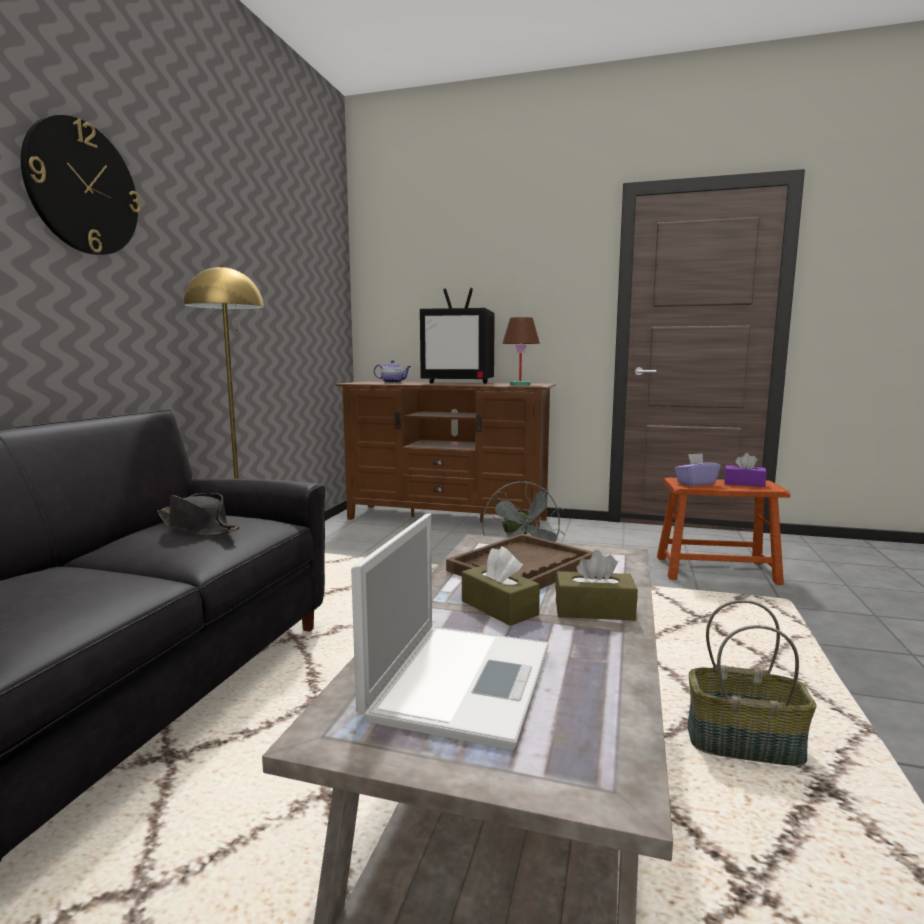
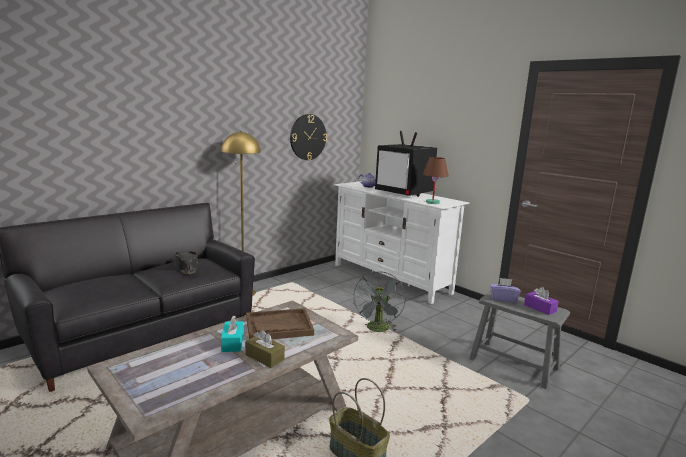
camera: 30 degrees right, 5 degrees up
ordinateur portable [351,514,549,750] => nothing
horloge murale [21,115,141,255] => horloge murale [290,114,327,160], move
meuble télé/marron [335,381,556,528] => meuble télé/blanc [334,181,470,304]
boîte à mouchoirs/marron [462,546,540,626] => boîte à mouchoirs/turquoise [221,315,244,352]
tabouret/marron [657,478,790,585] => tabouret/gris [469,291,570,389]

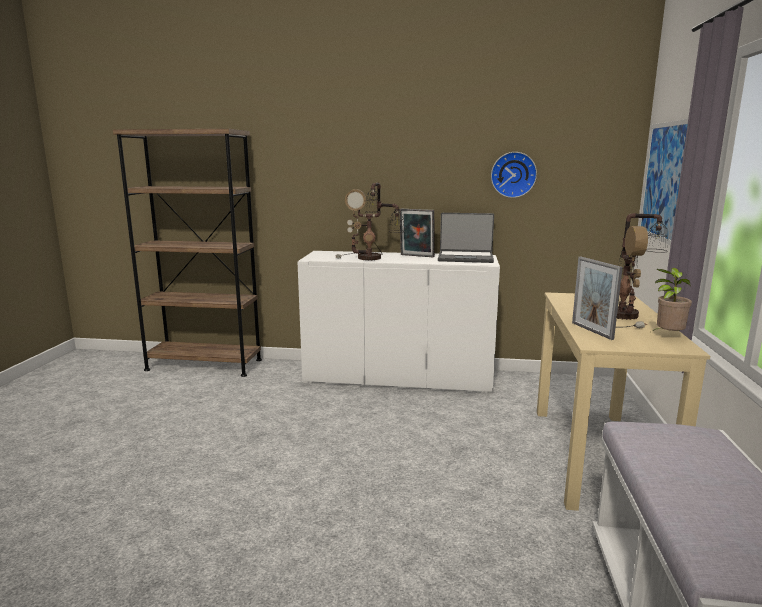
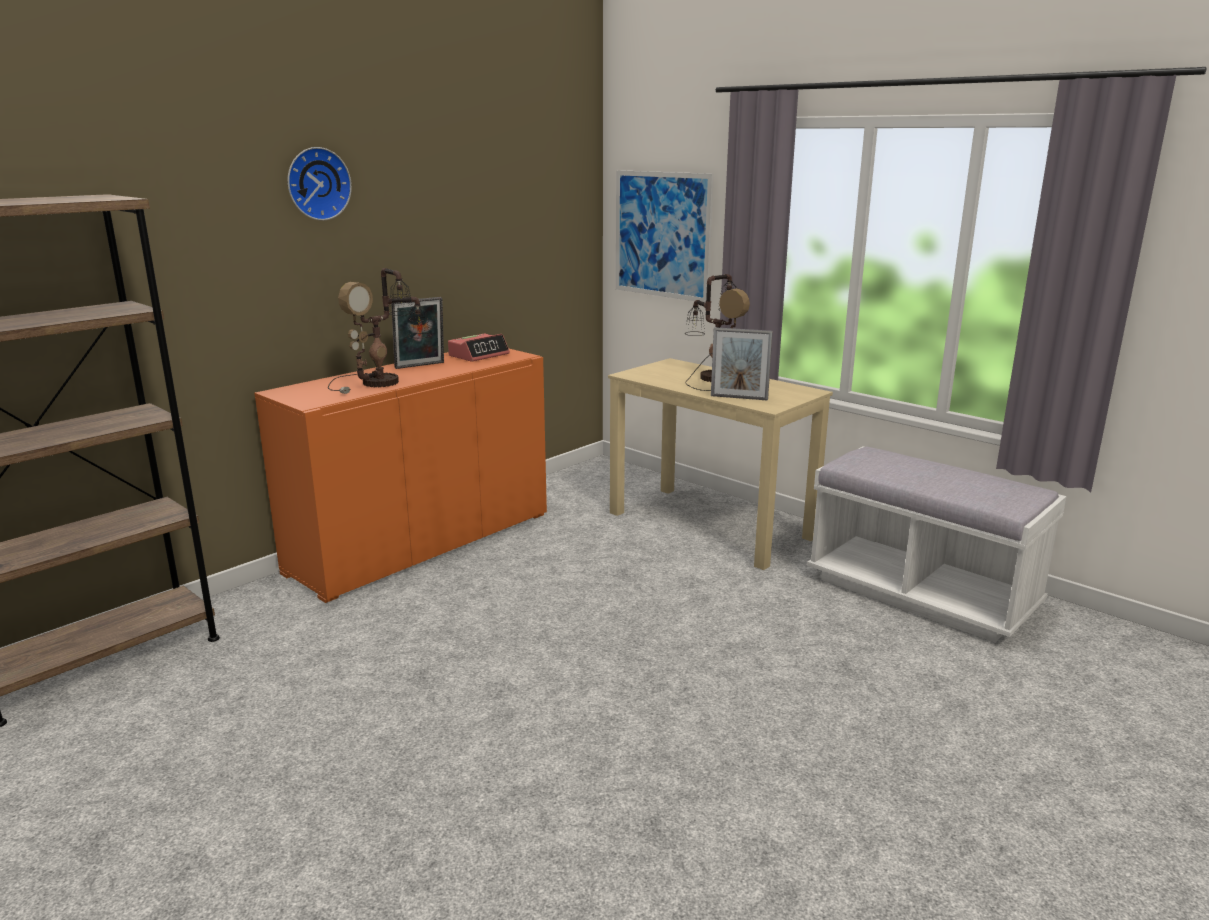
camera: 55 degrees left, 5 degrees up
plante en pot [652,268,692,331] => nothing
horloge murale [491,152,537,198] => horloge murale [287,147,352,221], move
ordinateur portable [438,213,494,263] => réveil [448,333,510,362]
meuble de rangement/blanc [297,251,500,394] => meuble de rangement/orange [254,349,547,603]

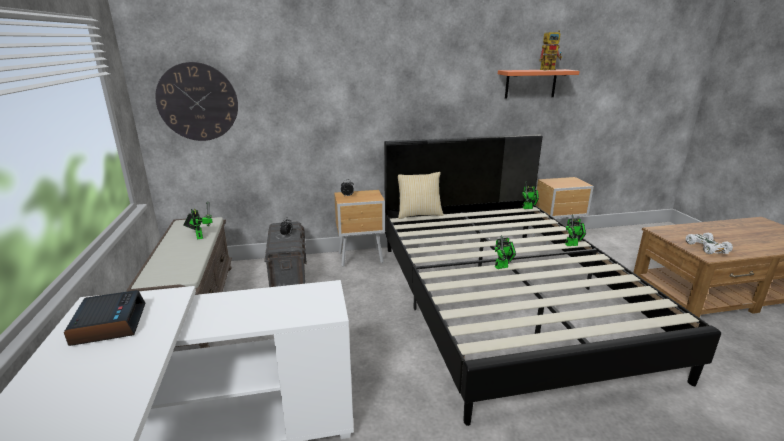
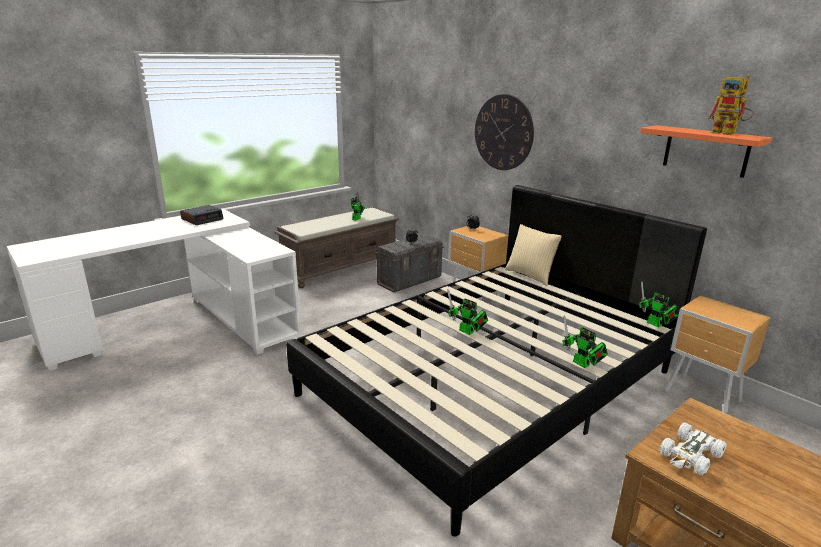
camera: 60 degrees right, 0 degrees up
horloge murale [155,62,238,141] => horloge murale [475,94,534,170], move

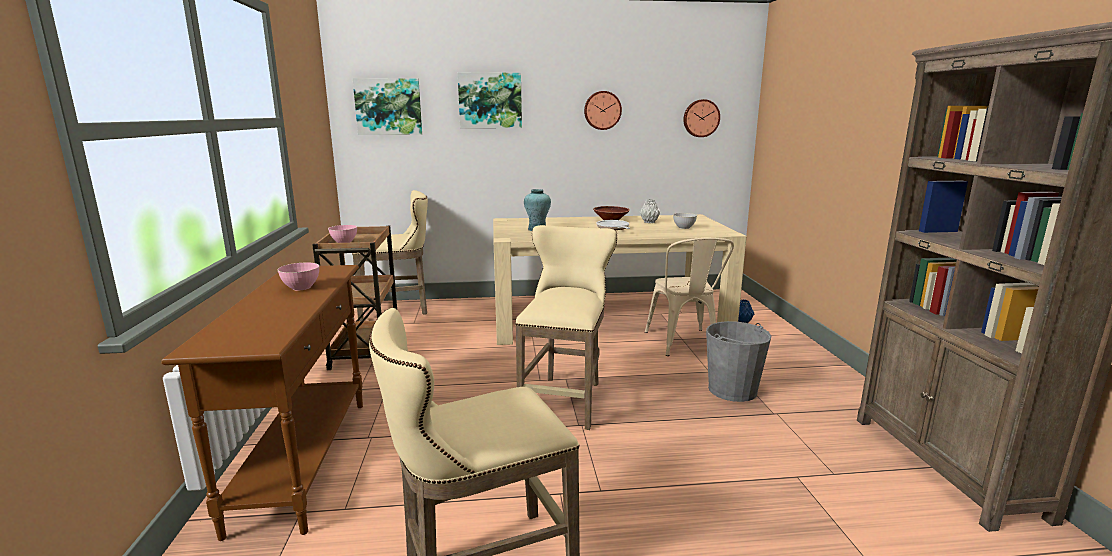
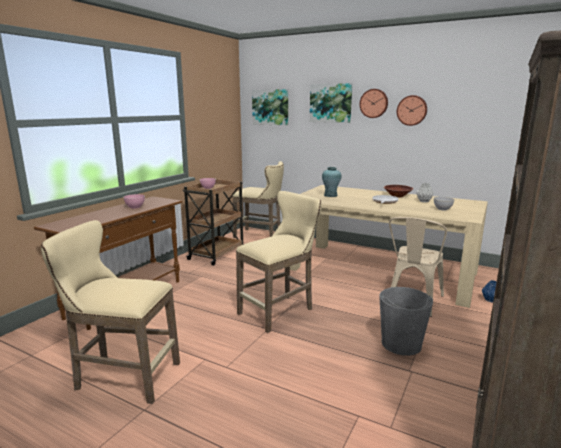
camera: 35 degrees right, 0 degrees up
horloge murale [683,99,720,137] => horloge murale [360,89,388,118], move

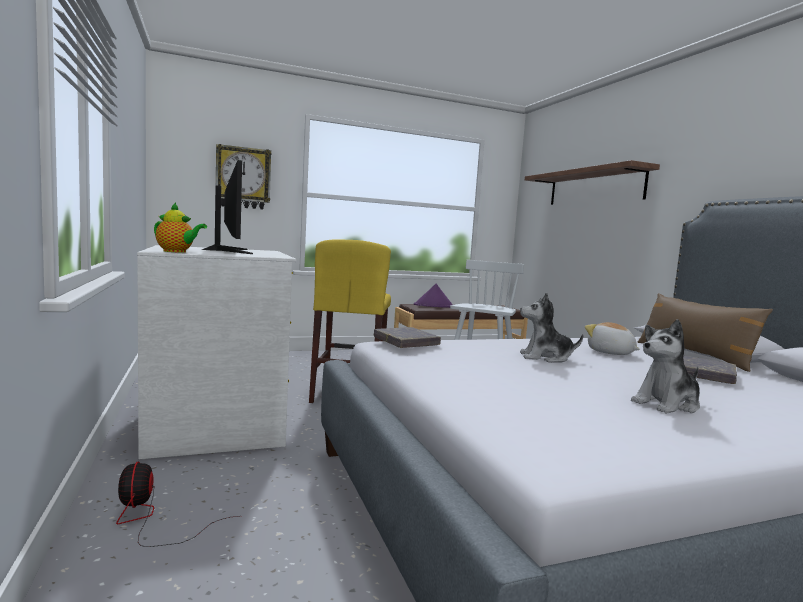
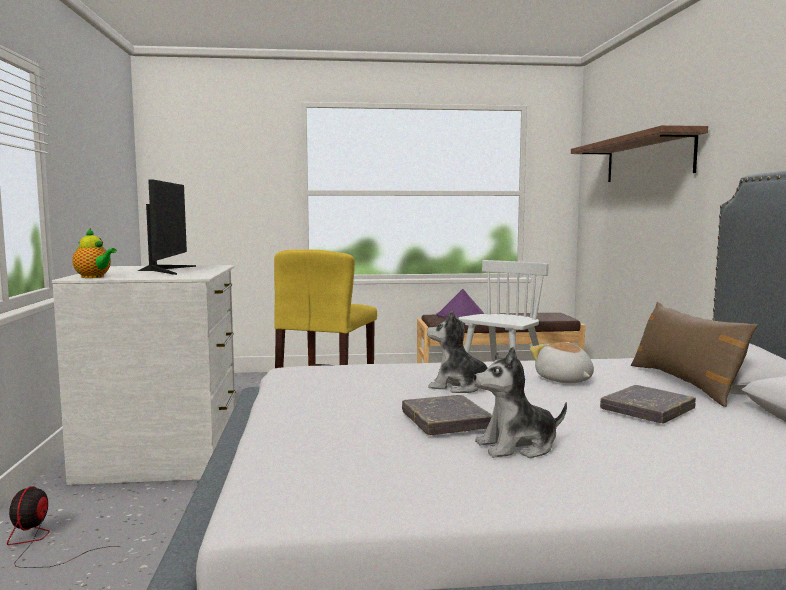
camera: 15 degrees right, 0 degrees up
horloge murale [216,144,272,209] => nothing
livre/gris [374,327,441,348] => livre/gris [402,395,492,435], move

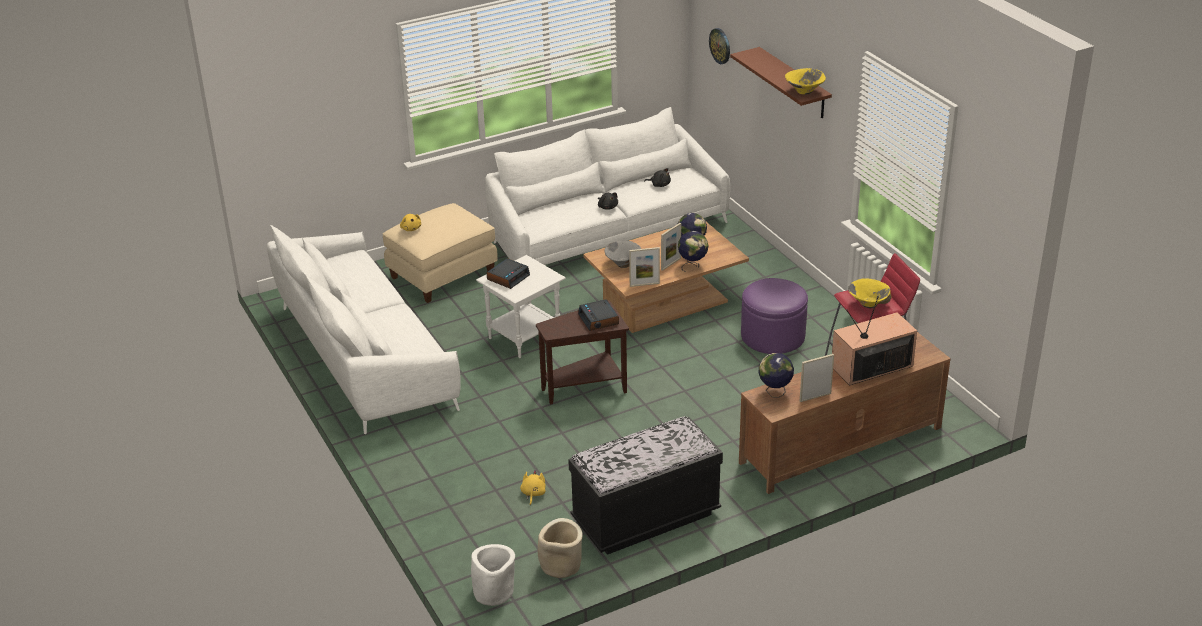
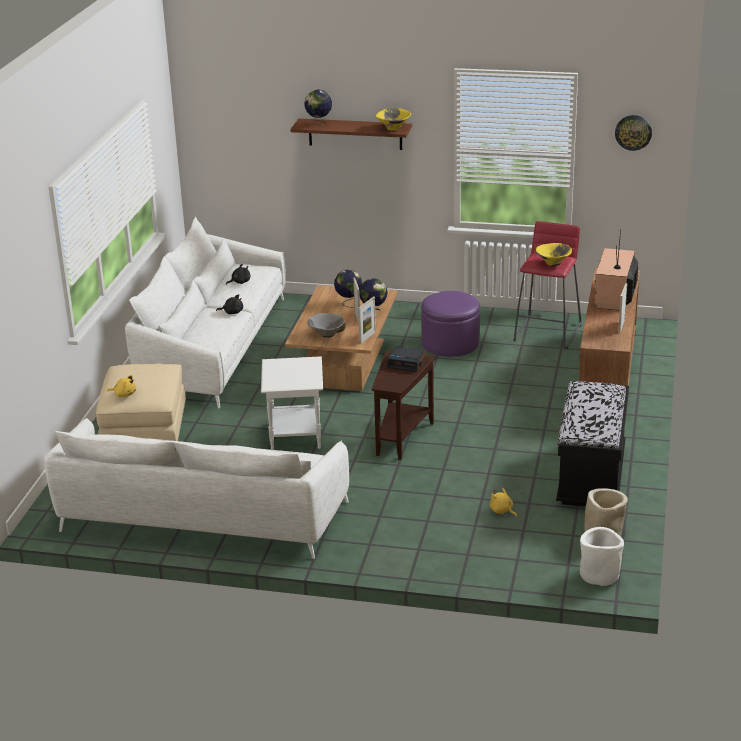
camera: 50 degrees left, 5 degrees down
réveil [487,258,530,289] => nothing
horloge murale [709,28,730,64] => horloge murale [615,115,652,151], move
globe [758,353,794,397] => globe [304,90,332,126], move

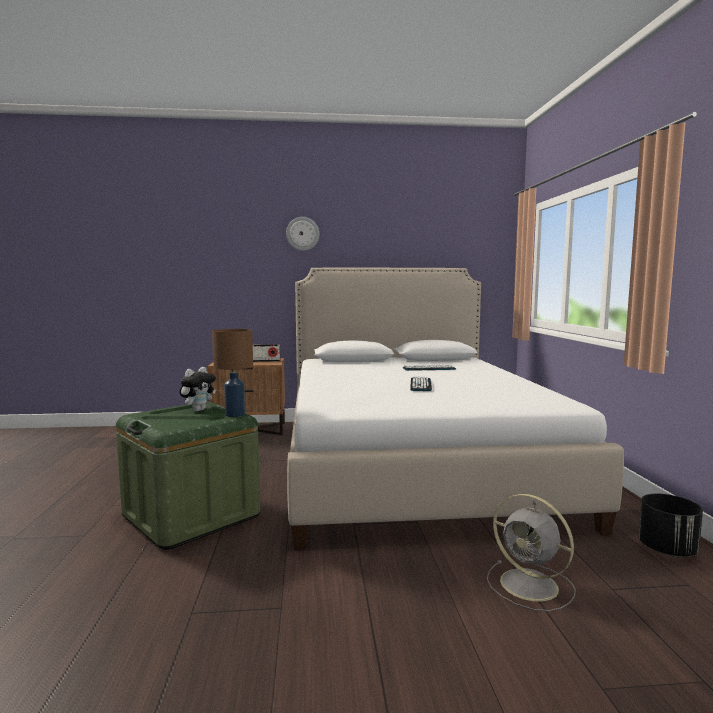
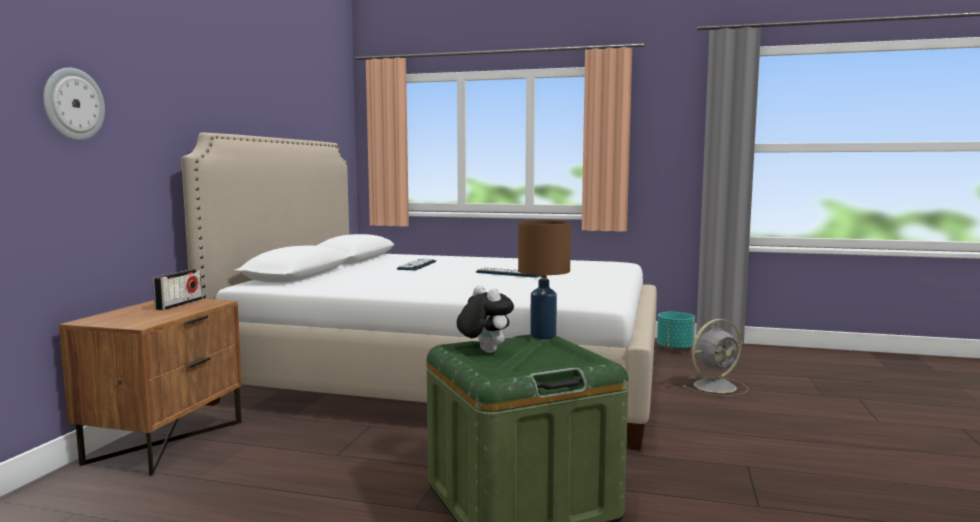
camera: 70 degrees left, 0 degrees up
horloge murale [286,217,319,251] => horloge murale [43,67,105,141], move
cache-pot/noir [639,494,703,557] => cache-pot/turquoise [657,312,695,351]

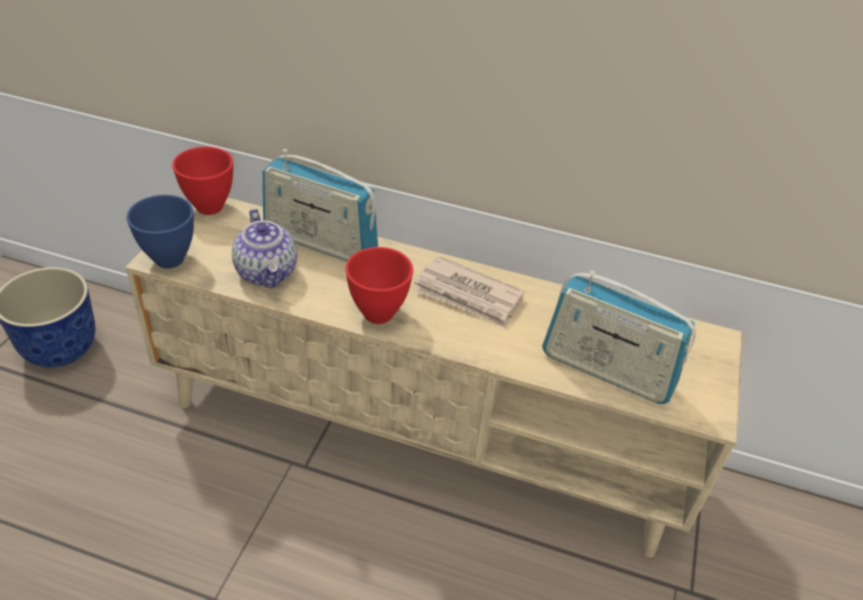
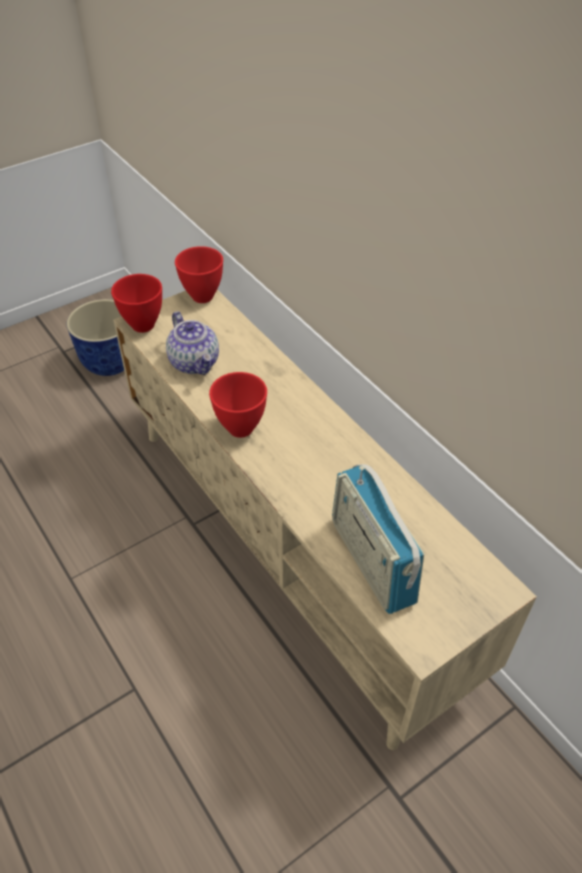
camera: 40 degrees right, 5 degrees up
radio [263,149,378,261] => nothing
journal [414,256,525,328] => nothing
bol/bleu [126,195,194,268] => bol/rouge [111,274,162,333]
théière [232,209,297,289] => théière [166,311,219,375], 45 degrees counterclockwise

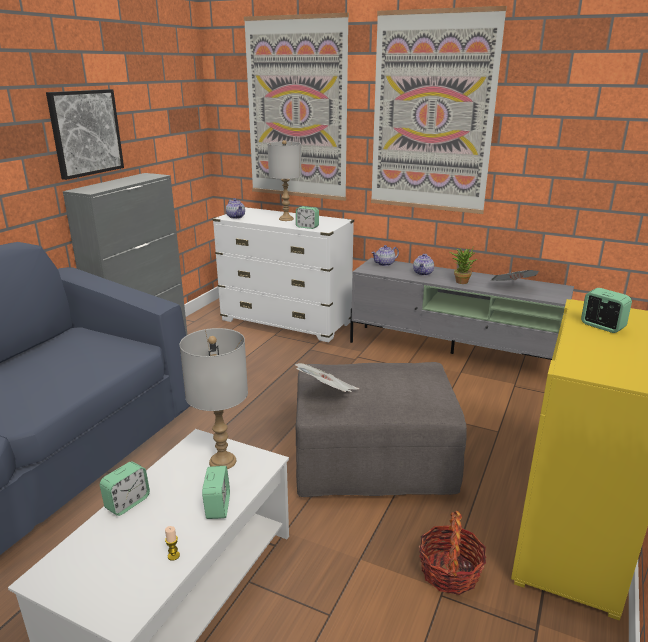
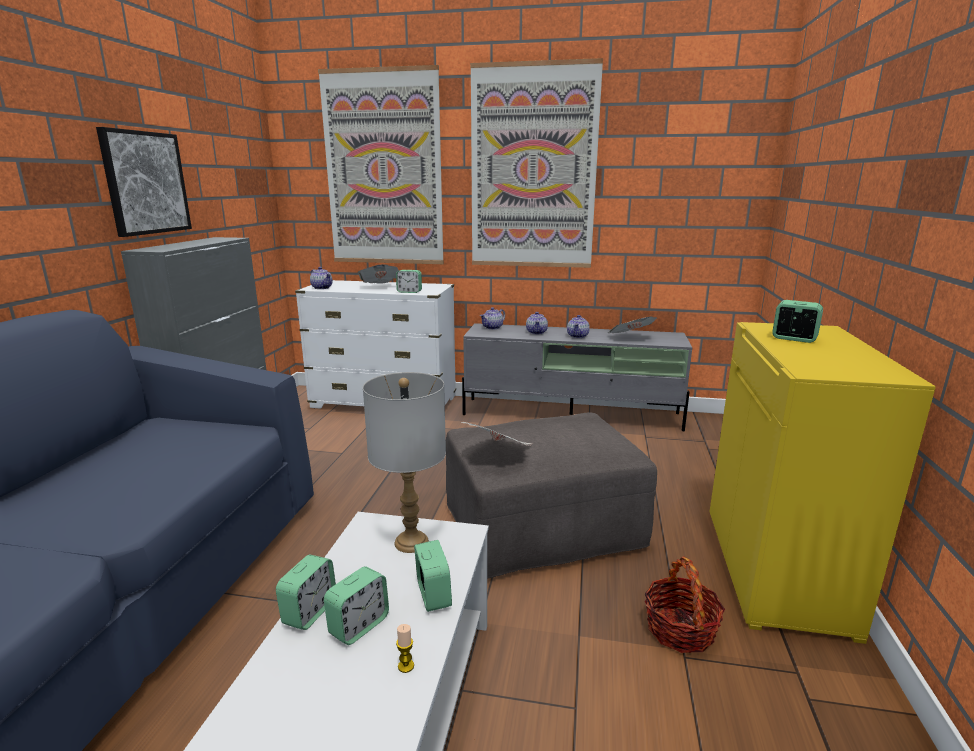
camera: 15 degrees left, 5 degrees down
nothing => réveil [324,566,389,645]
lampe de table/gris [268,140,302,221] => journal [357,264,399,284]
plante en pot [449,248,477,284] => théière [567,315,590,338]

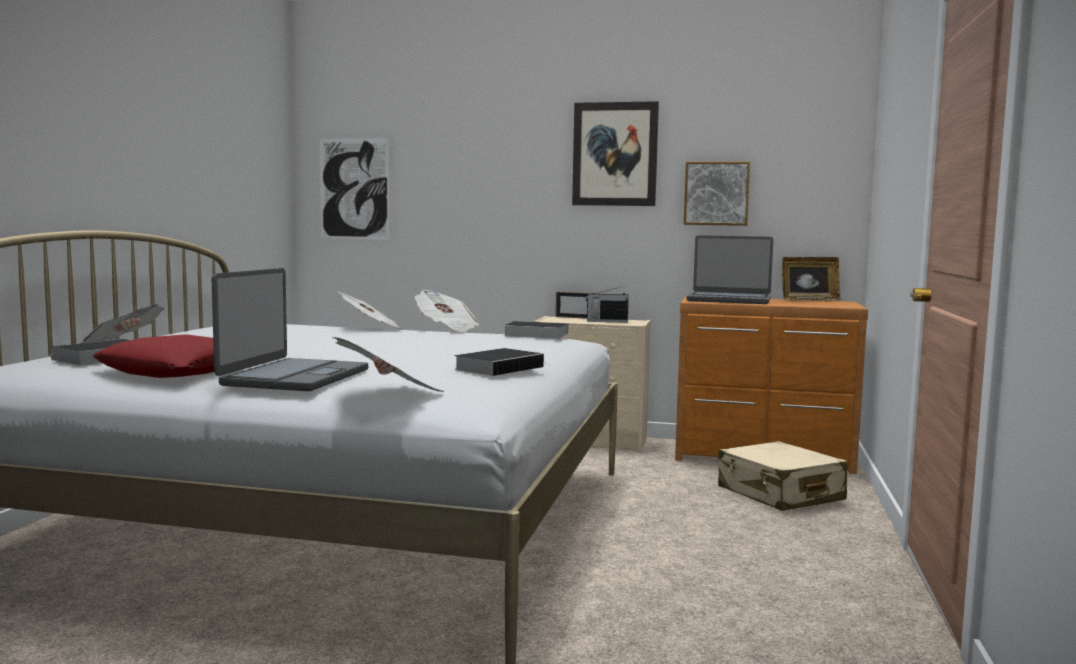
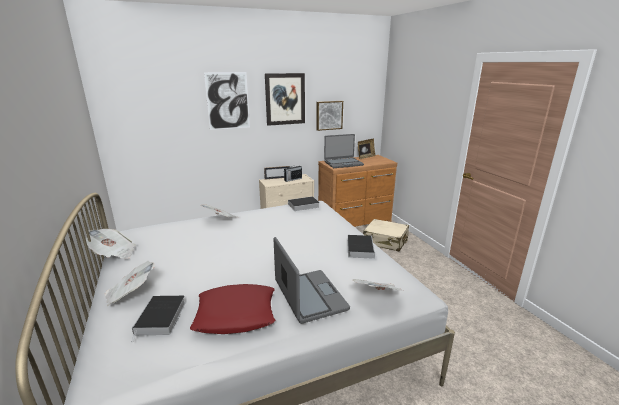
camera: 35 degrees left, 15 degrees up
tableau [320,139,389,239] => tableau [204,72,250,130], move
journal [415,290,479,332] => journal [86,229,136,259], move

